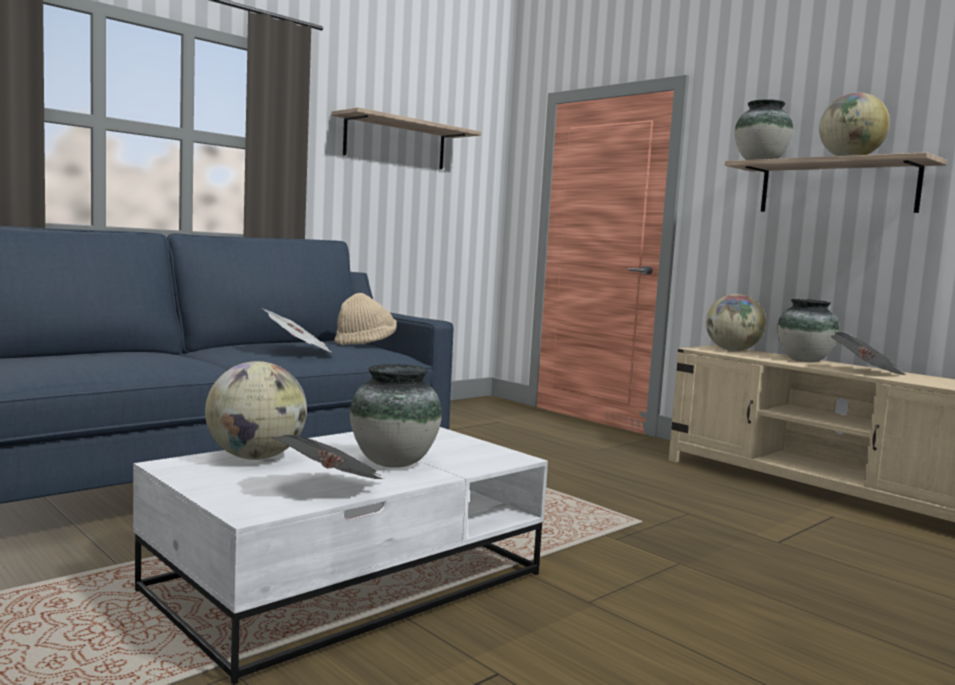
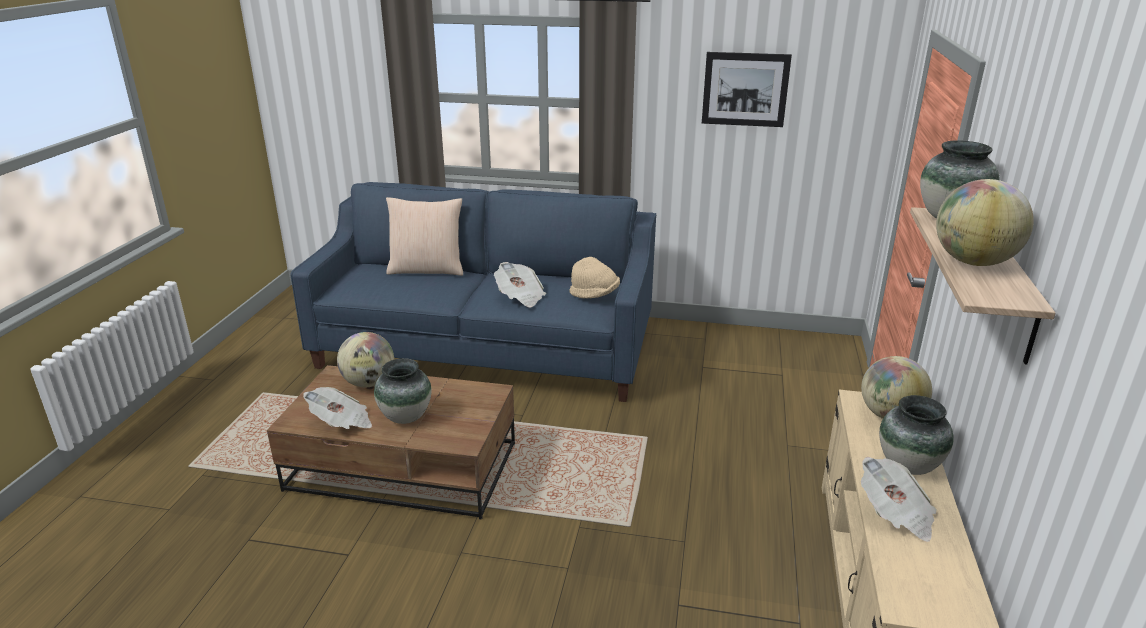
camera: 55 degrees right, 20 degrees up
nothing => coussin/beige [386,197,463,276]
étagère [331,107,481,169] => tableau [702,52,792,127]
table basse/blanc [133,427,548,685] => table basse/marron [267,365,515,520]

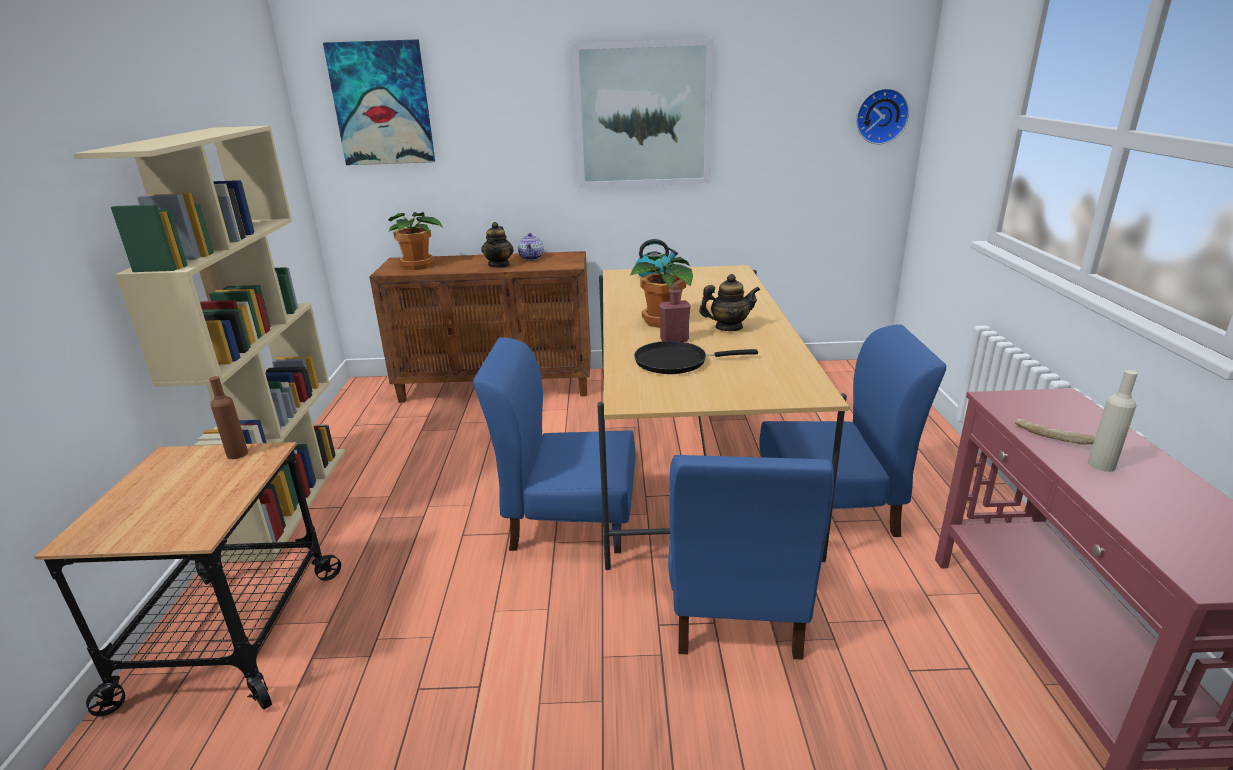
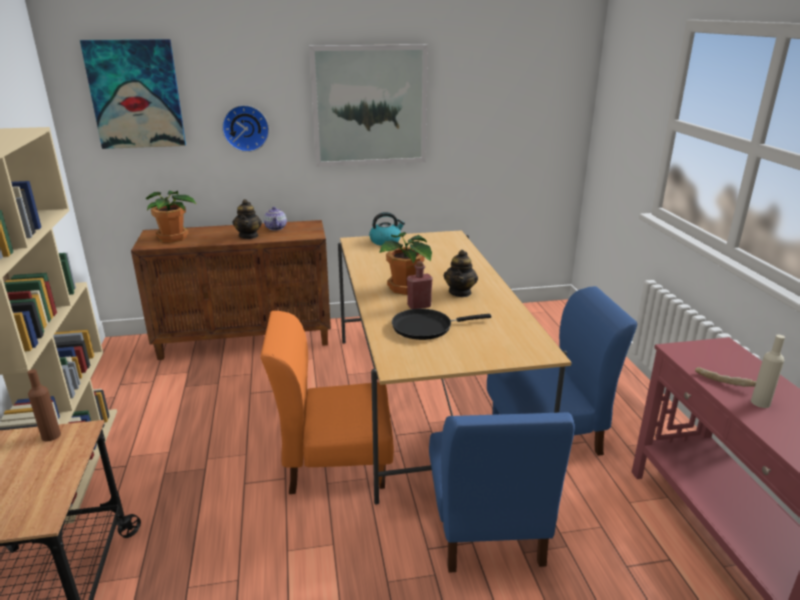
camera: 10 degrees left, 0 degrees up
horloge murale [856,88,909,144] => horloge murale [222,105,269,152], move
chaise/bleu [473,337,636,553] => chaise/orange [261,311,394,494]
théière [699,274,760,331] => théière [444,250,478,297], 120 degrees clockwise

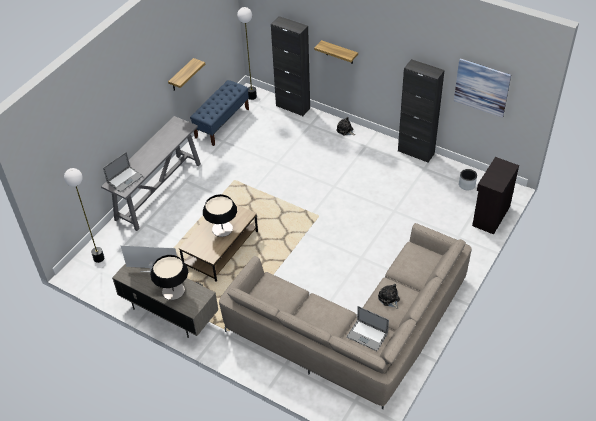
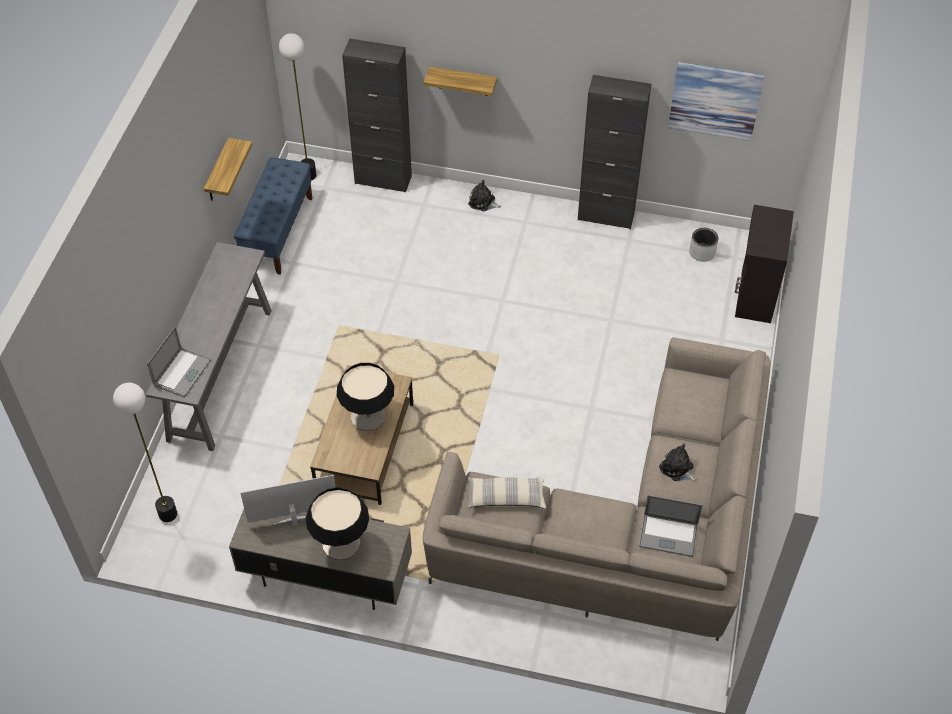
camera: 20 degrees left, 5 degrees up
nothing => coussin [468,477,546,509]

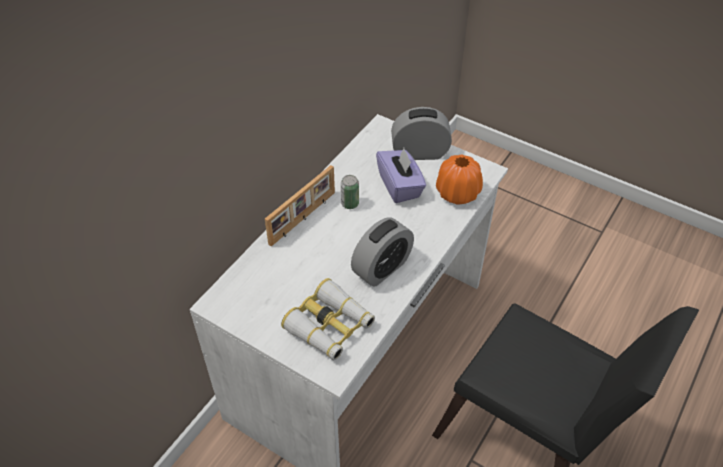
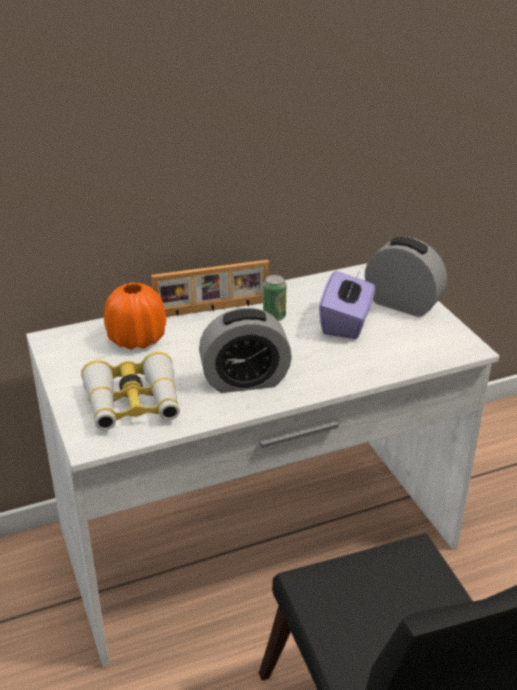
camera: 35 degrees right, 15 degrees down
vase/orange [436,155,483,205] => vase/orange [104,282,166,350], move

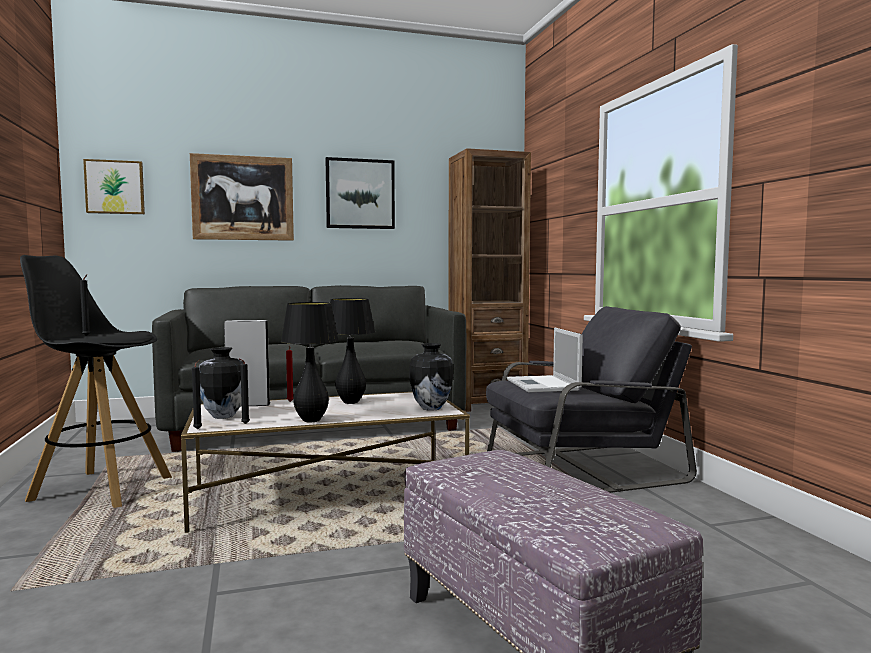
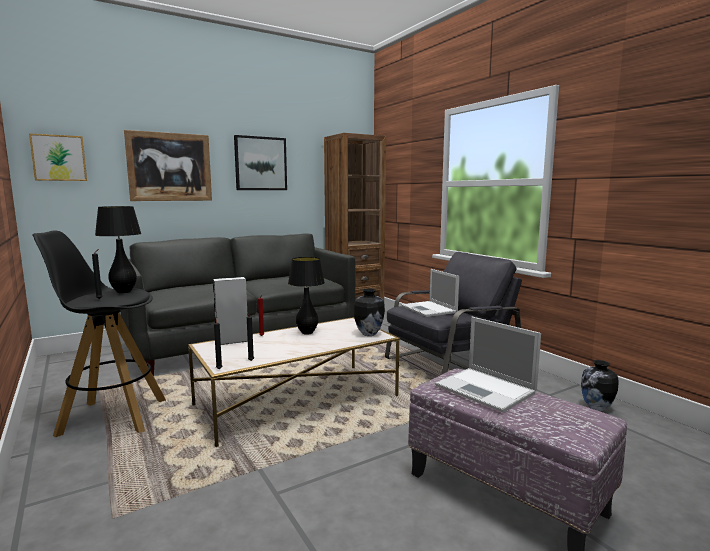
camera: 15 degrees left, 5 degrees up
nothing => ordinateur portable [435,317,541,413]
vase [199,347,243,419] => vase [581,360,619,411], move
lampe de table/noir [281,302,339,422] => lampe de table/noir [95,206,141,293], move

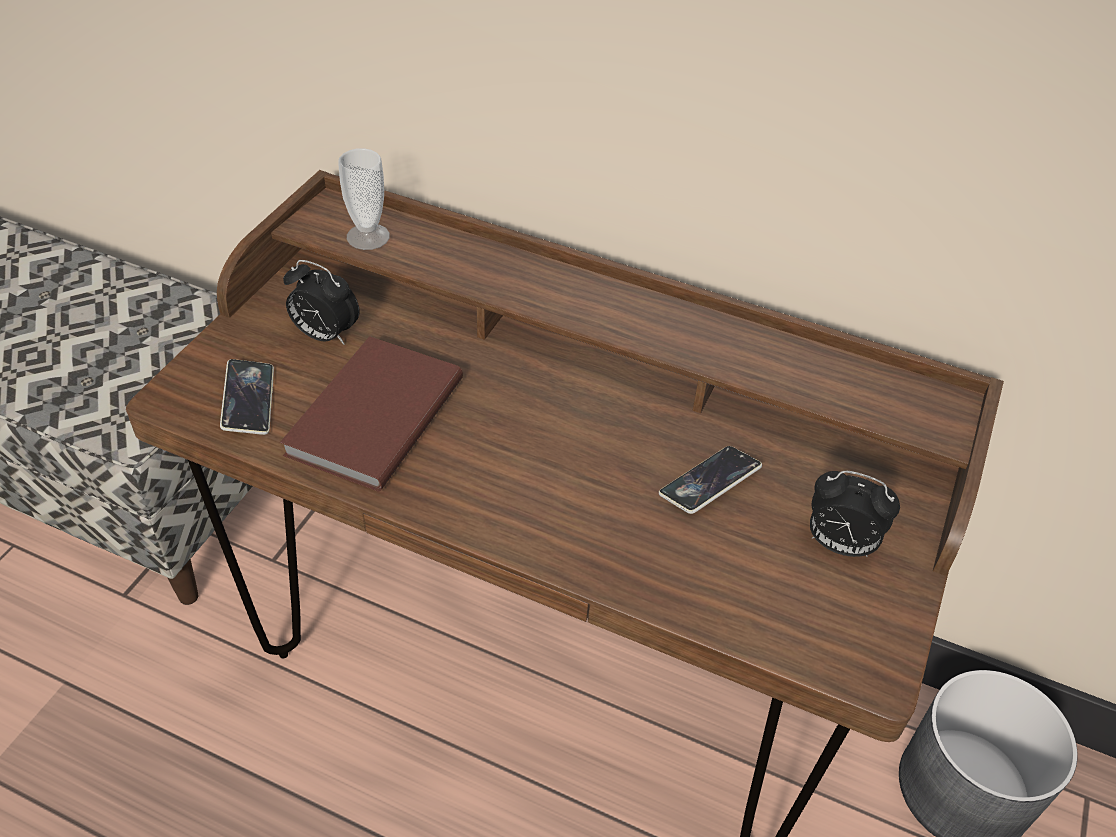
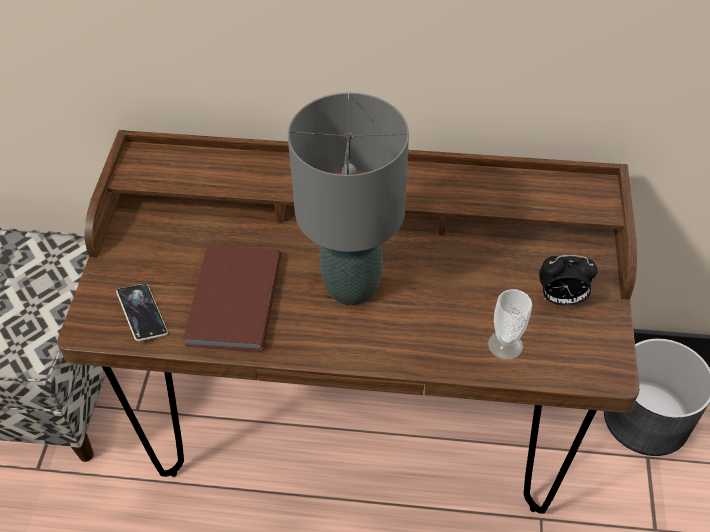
camera: 15 degrees left, 5 degrees up
réveil [283,260,359,345] => nothing
téléphone [659,446,762,514] => nothing
nothing => lampe de table/gris [288,92,409,305]
tasse [338,148,390,250] => tasse [488,289,532,360], move

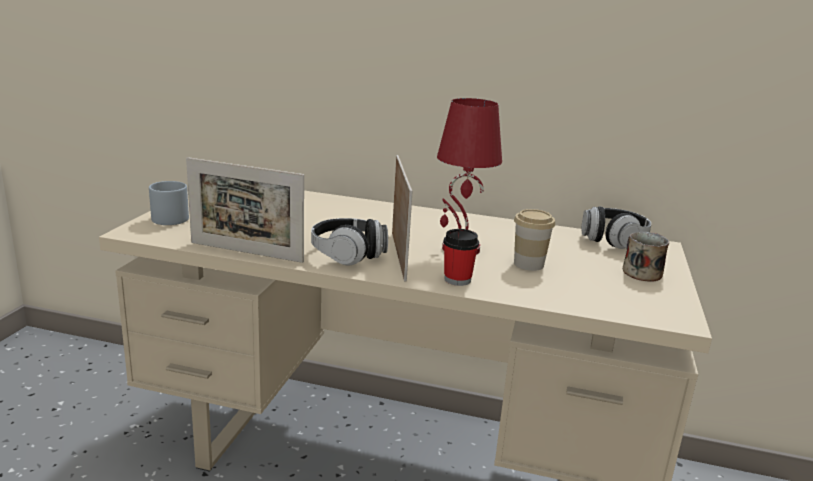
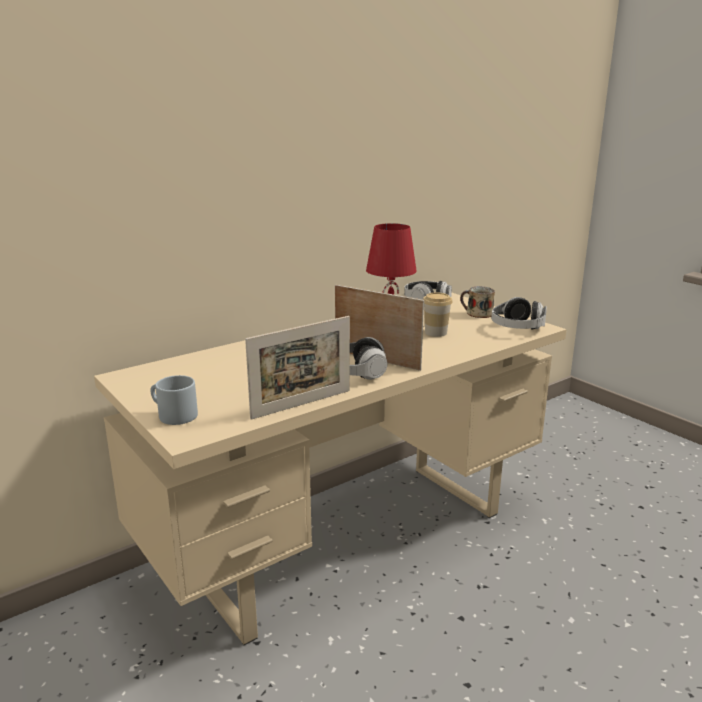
camera: 50 degrees left, 0 degrees up
tasse [443,229,479,286] => nothing
nothing => casque audio [491,297,547,330]

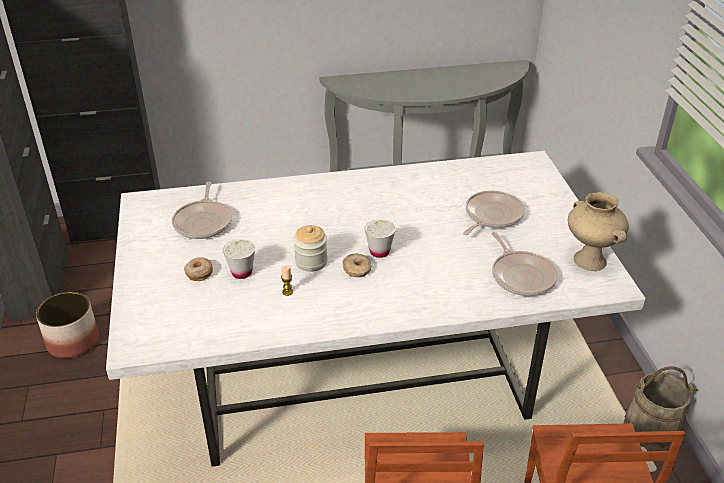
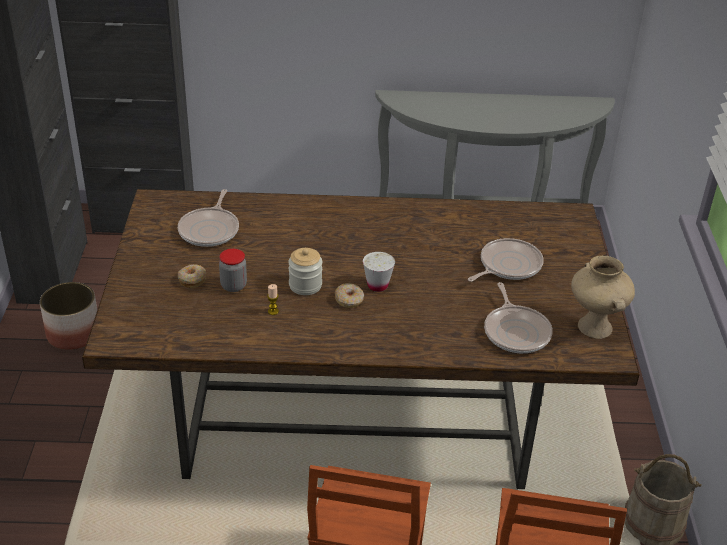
camera: 10 degrees right, 0 degrees up
tasse/blanc [223,239,255,279] => bocal [219,249,247,292]
table à manger/blanc [106,151,646,467] => table à manger/marron [82,189,640,489]

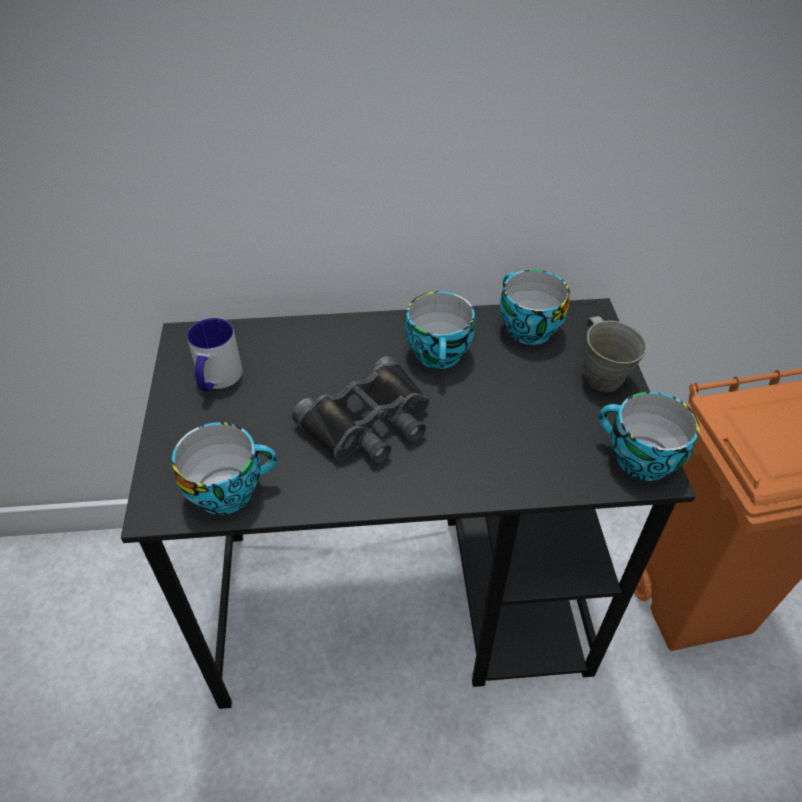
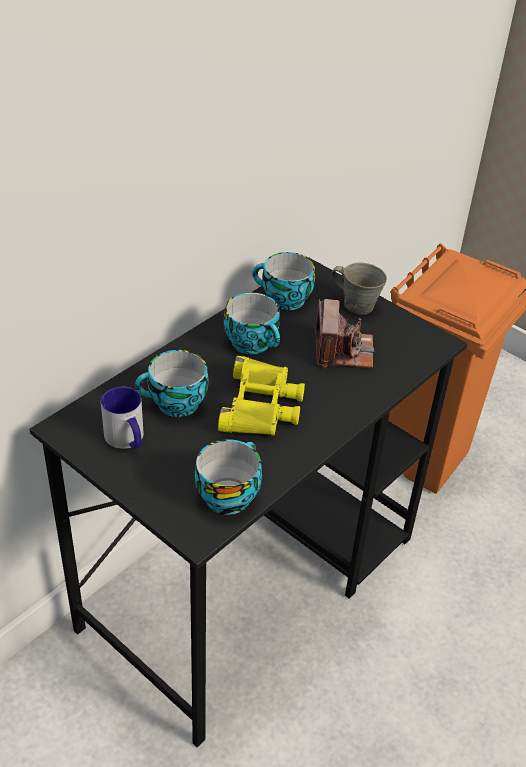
camera: 45 degrees left, 5 degrees down
nothing => appareil photo [315,299,374,368]
tasse [599,392,700,481] => tasse [135,350,209,417], move
jumelles/noir [292,356,429,464] => jumelles/jaune [218,356,305,435]

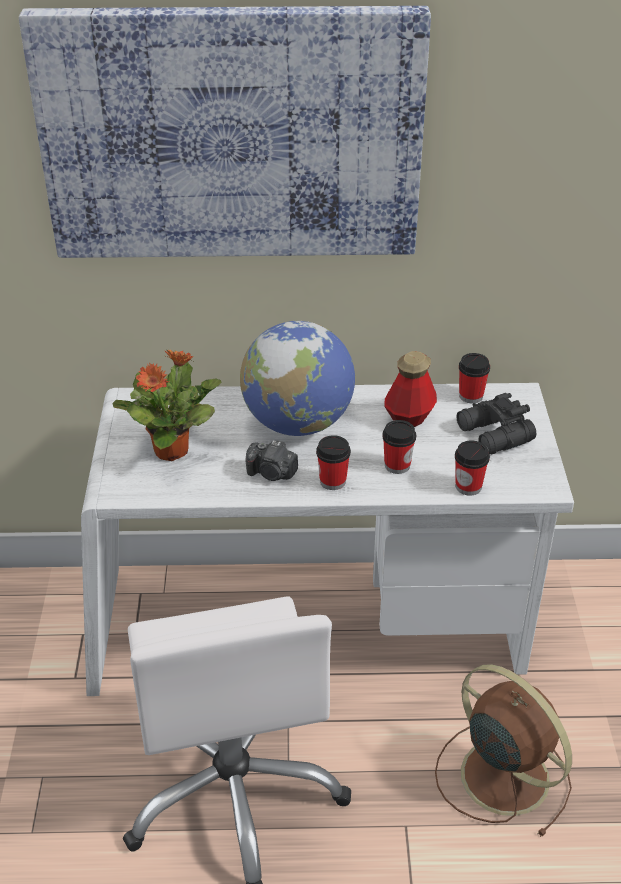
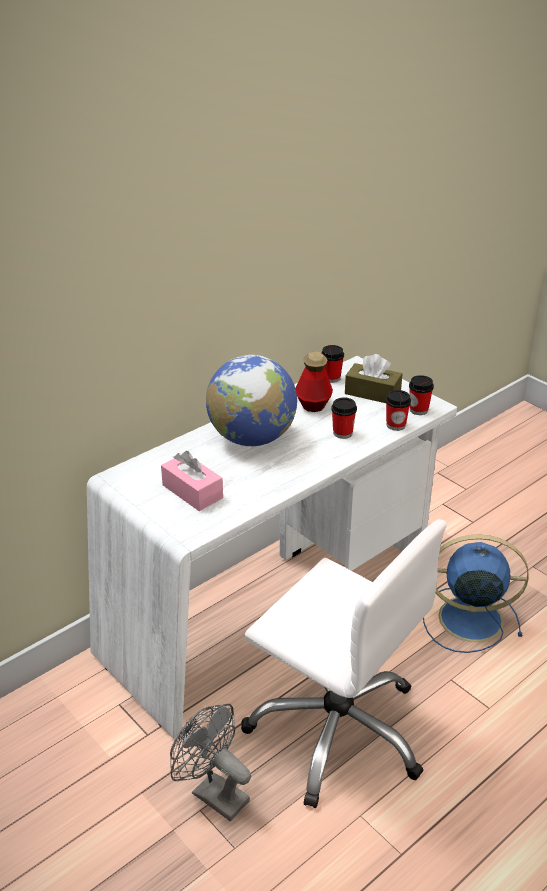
camera: 40 degrees left, 5 degrees down
tableau [19,6,431,258] => nothing
appareil photo [246,440,298,481] => nothing
nothing => ventilateur/gris [170,704,251,821]
tasse [316,435,351,490] => tasse [409,375,434,415], move
plante en pot [112,349,222,461] => boîte à mouchoirs/rose [161,451,223,511]
jumelles/noir [457,393,536,454] => boîte à mouchoirs/marron [345,354,402,403]
ventilateur/marron [435,664,572,837] => ventilateur/bleu [423,535,529,653]

